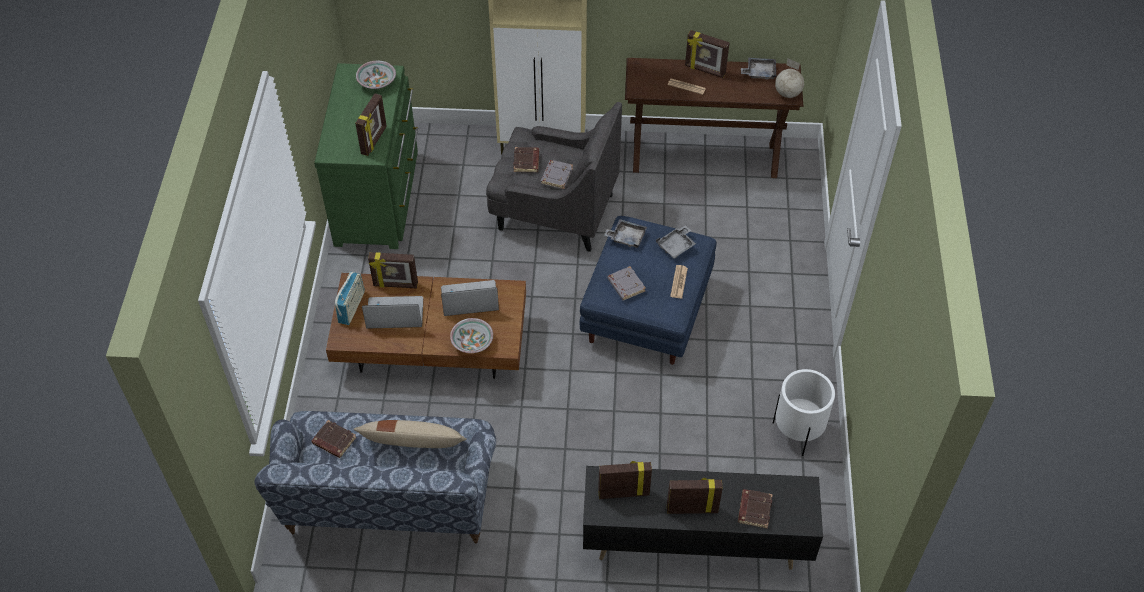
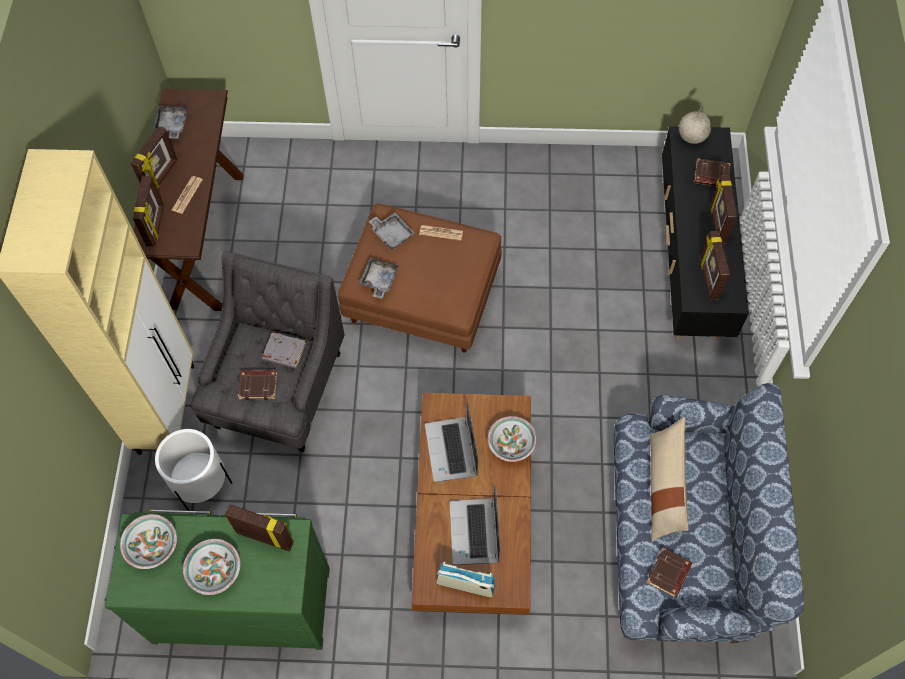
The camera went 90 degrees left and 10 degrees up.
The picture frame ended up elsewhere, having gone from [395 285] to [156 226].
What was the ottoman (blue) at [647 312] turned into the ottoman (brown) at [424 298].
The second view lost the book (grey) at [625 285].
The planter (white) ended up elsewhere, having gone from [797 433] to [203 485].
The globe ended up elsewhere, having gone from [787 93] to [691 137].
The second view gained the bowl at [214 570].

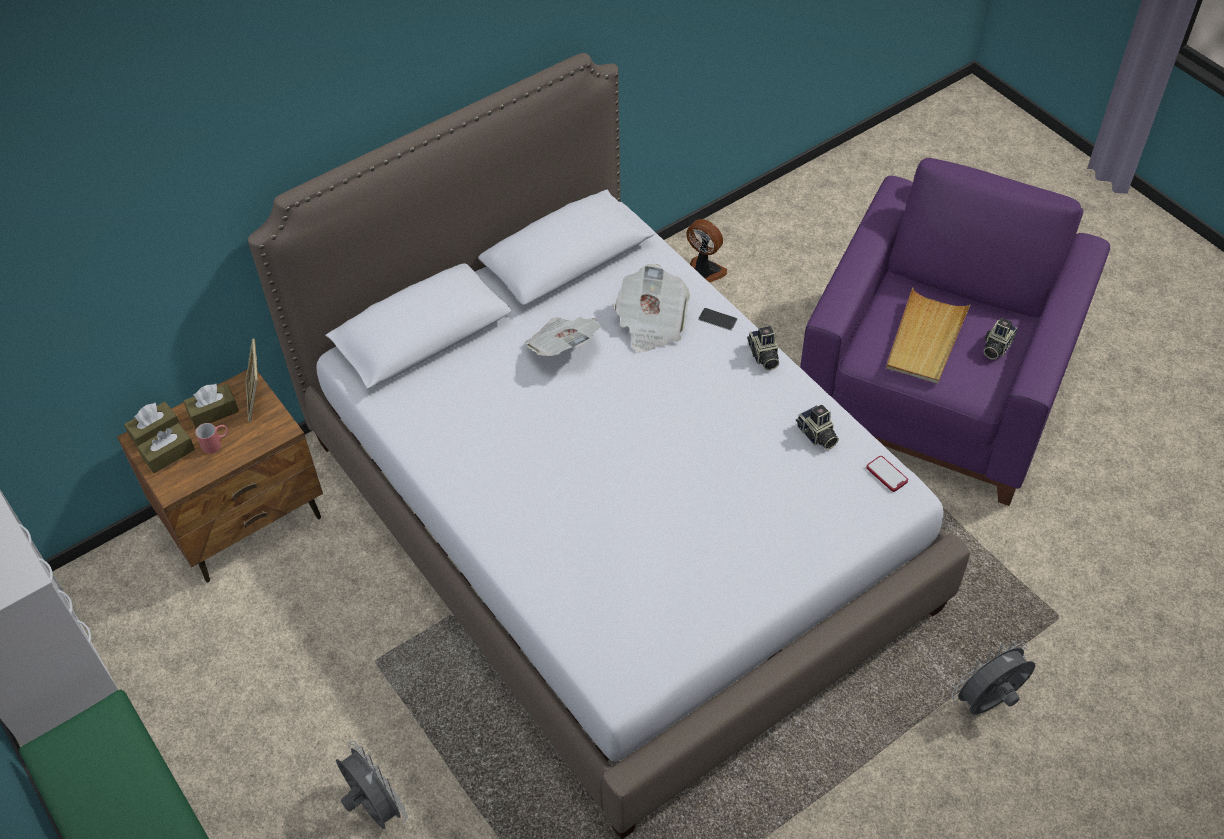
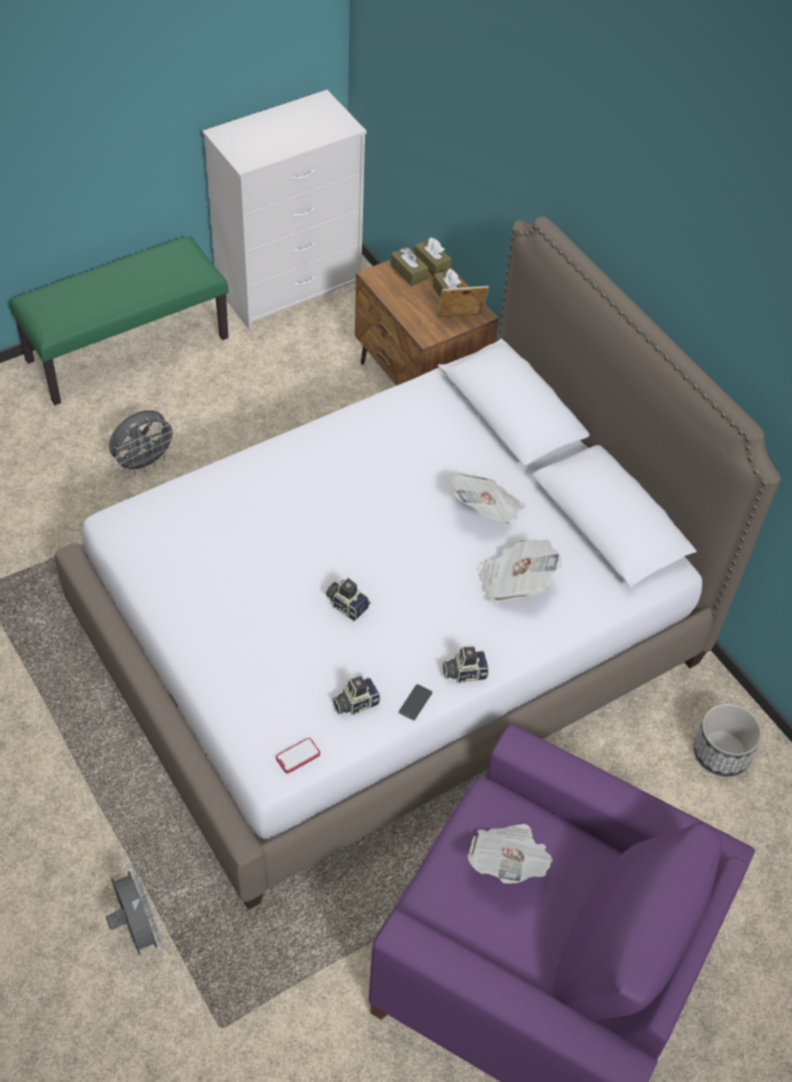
The camera went 90 degrees right and 0 degrees up.
The second view lost the mug (red) at [216 443].
Where the fan stood at [703 272], the planter came to stand at [721 752].
The phone ended up elsewhere, having gone from [717 319] to [415 702].
Where the tray (beige) stood at [925 339], the newspaper came to stand at [508 862].
The photo camera ended up elsewhere, having gone from [996 346] to [347 604].

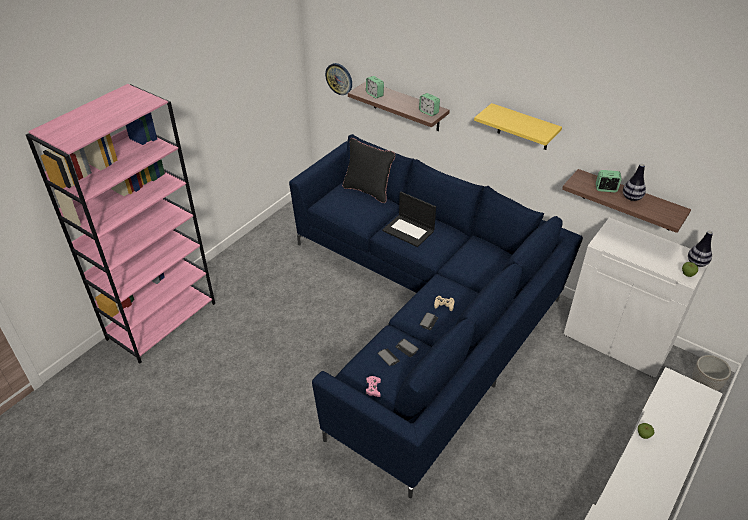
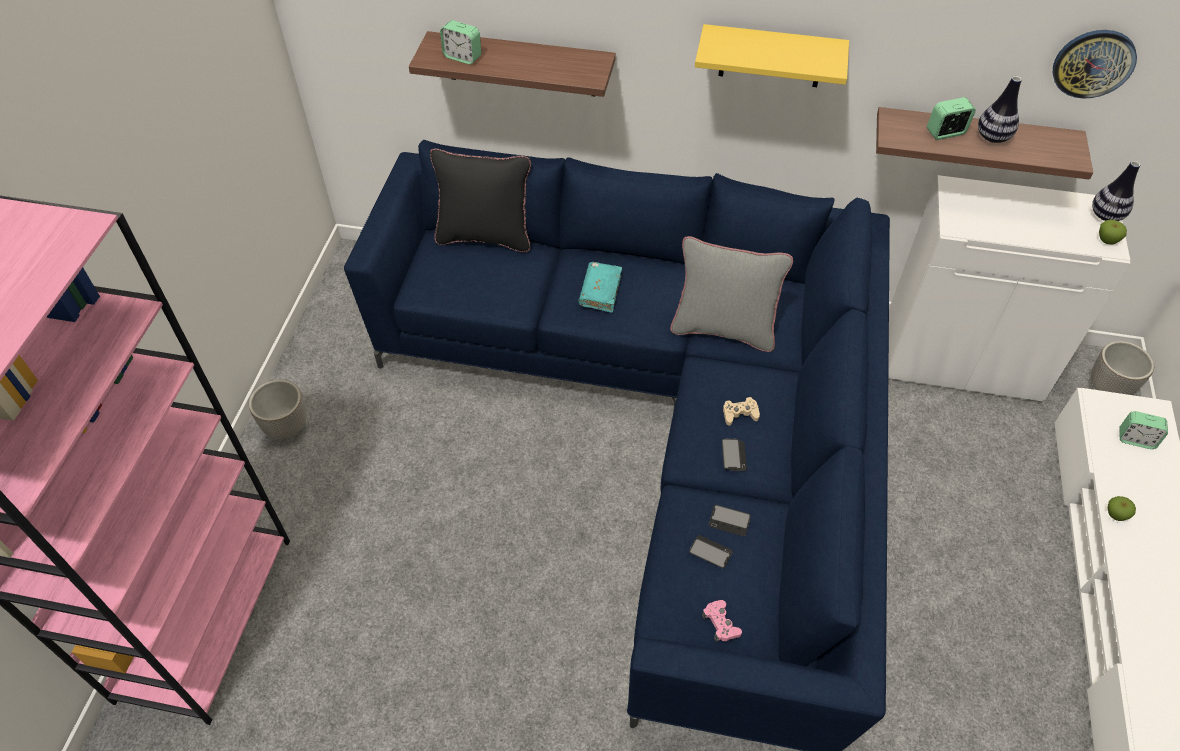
The camera went 25 degrees left and 10 degrees up.
The wall clock ended up elsewhere, having gone from [339 78] to [1093 63].
Where the laptop stood at [409 230], the book (turquoise) came to stand at [600 292].
The alarm clock ended up elsewhere, having gone from [428 112] to [1135 439].
The second view gained the planter at [287 427].
The second view gained the pillow (grey) at [723 329].

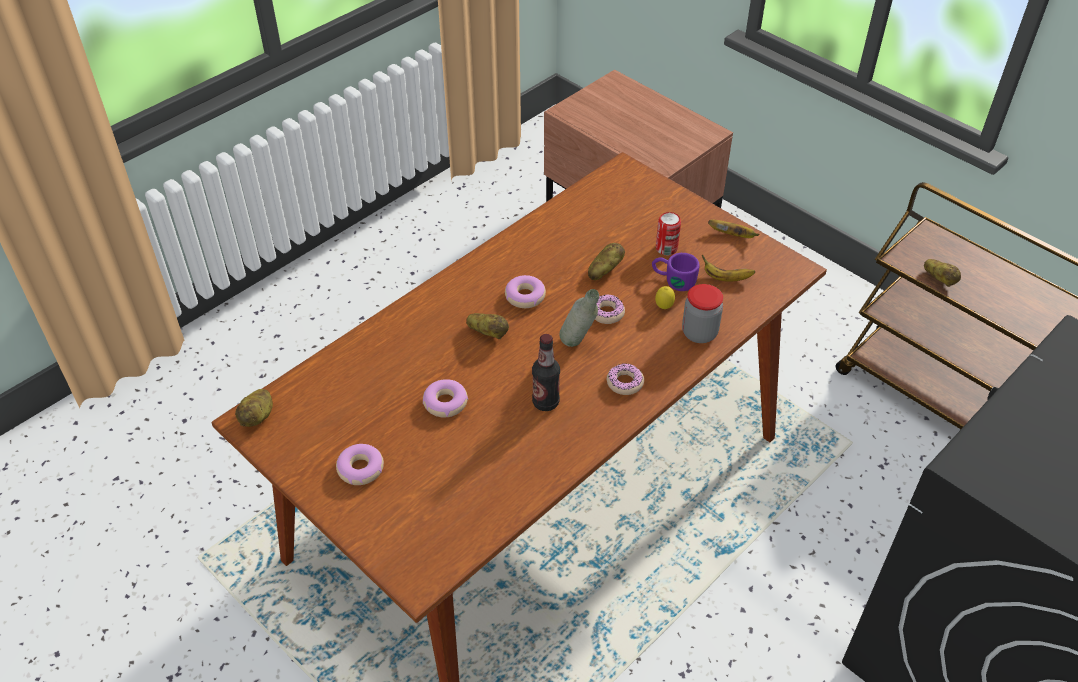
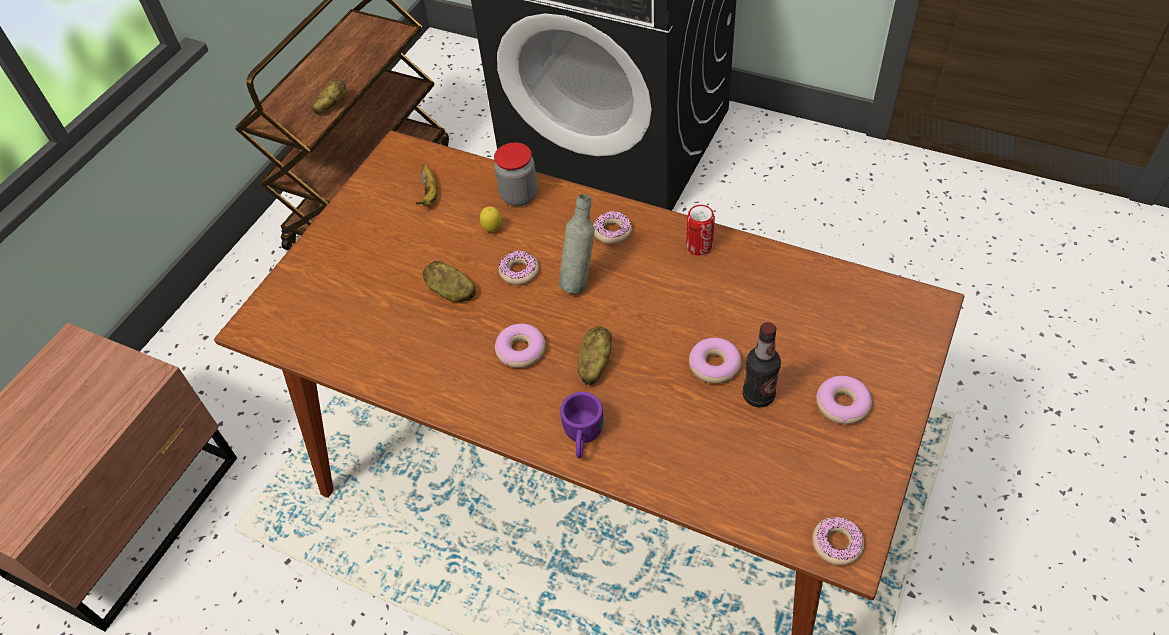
The camera went 105 degrees left and 5 degrees up.
Where the potato stood at [258 416], the donut came to stand at [837 544].
The bottle ended up elsewhere, having gone from [545 402] to [758 395].
The mug (purple) ended up elsewhere, having gone from [673 280] to [582 438].
The can ended up elsewhere, having gone from [666 248] to [699 246].
The second view lost the banana at [732 235].

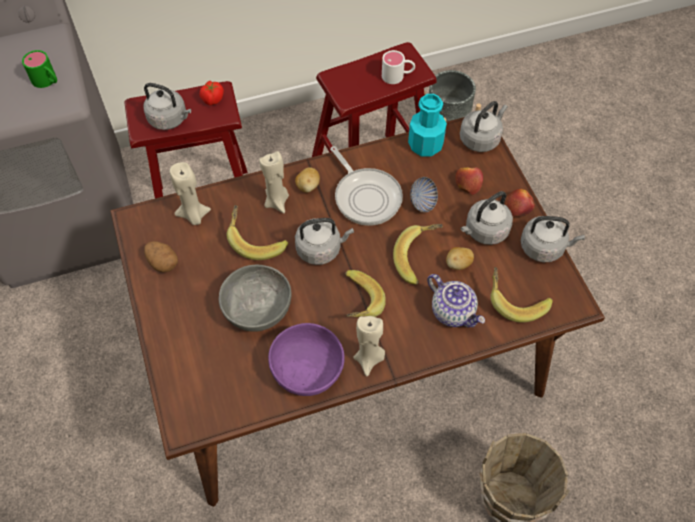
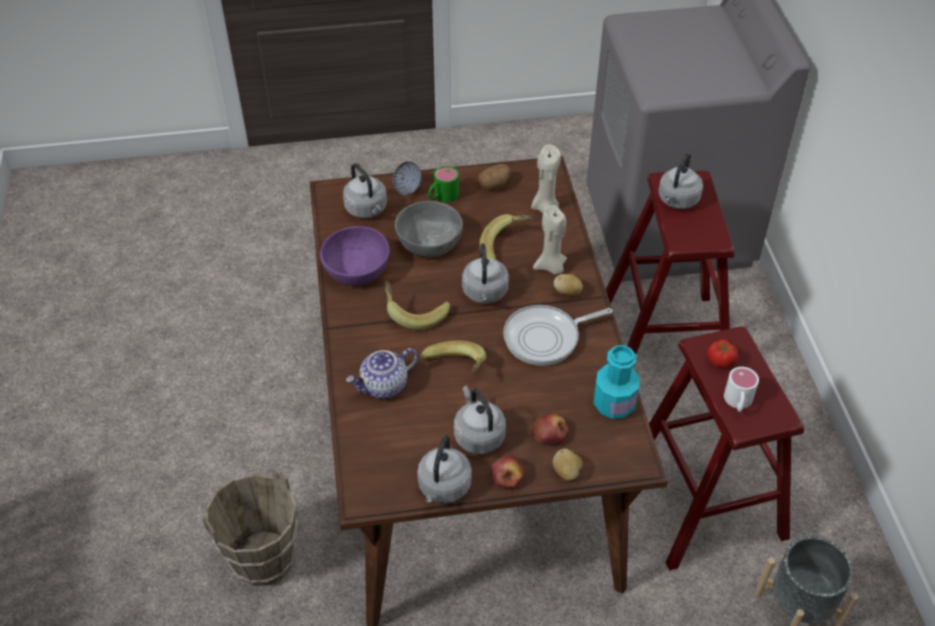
The camera went 100 degrees right and 10 degrees down.
The mug (green) ended up elsewhere, having gone from [47 81] to [442 196].
The tomato ended up elsewhere, having gone from [212 99] to [720 361].
The second view lost the candle (beige) at [369 359].
The bowl ended up elsewhere, having gone from [422 202] to [408 188].
The potato ended up elsewhere, having gone from [458 264] to [566 472].
The kettle (grey) ended up elsewhere, having gone from [481 138] to [367 209].
The second view lost the banana at [515 300].

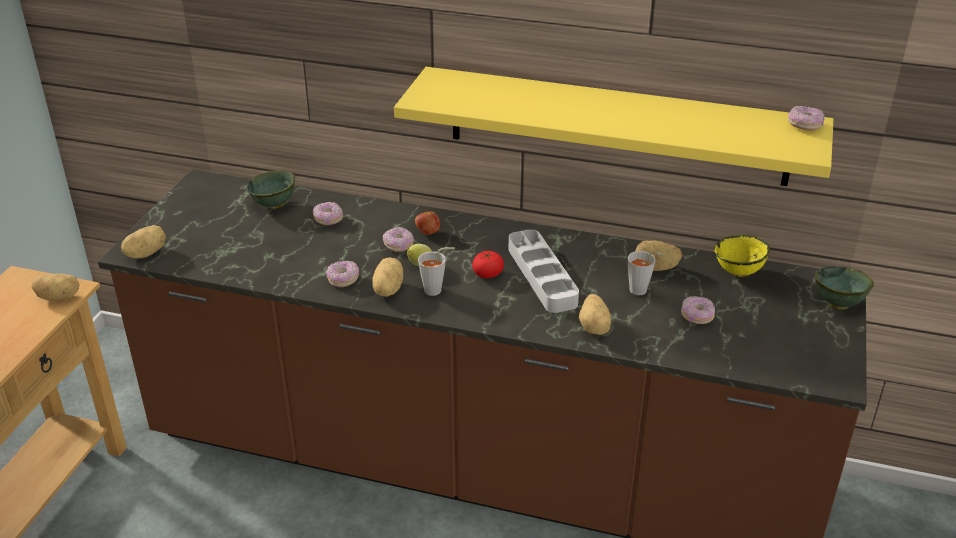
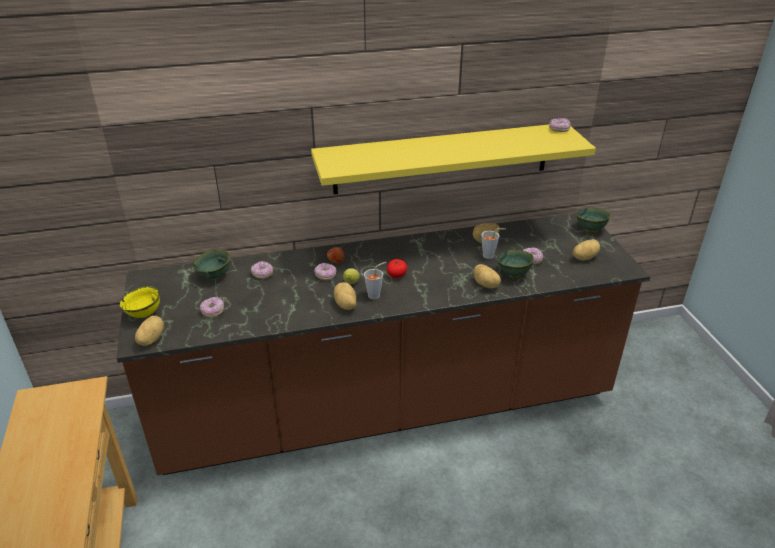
The camera went 30 degrees left and 0 degrees up.
The potato ended up elsewhere, having gone from [59 297] to [584 257].
The donut ended up elsewhere, having gone from [343 280] to [212 311].
The second view lost the tray (grey) at [542 275].
The bowl (yellow) ended up elsewhere, having gone from [738 273] to [145 315].
The second view gained the bowl (green) at [513 275].

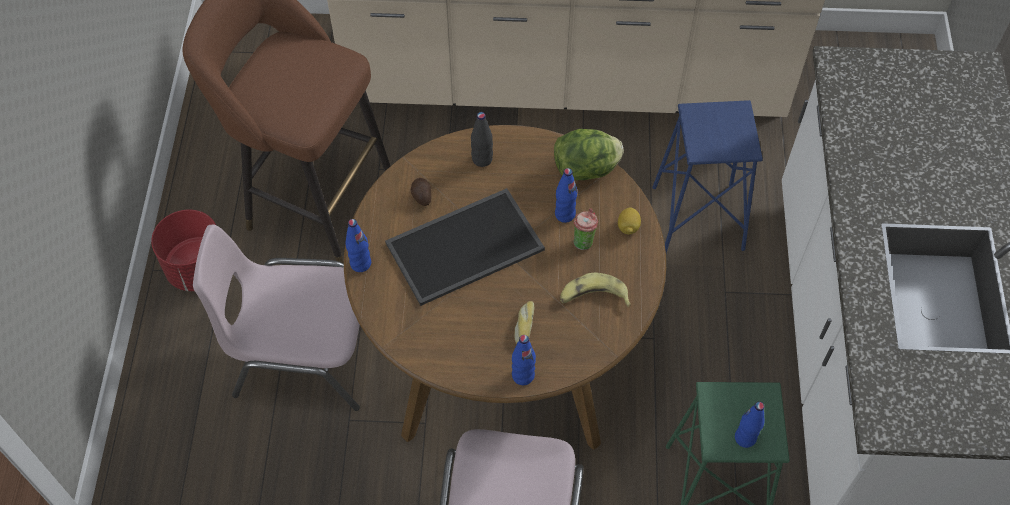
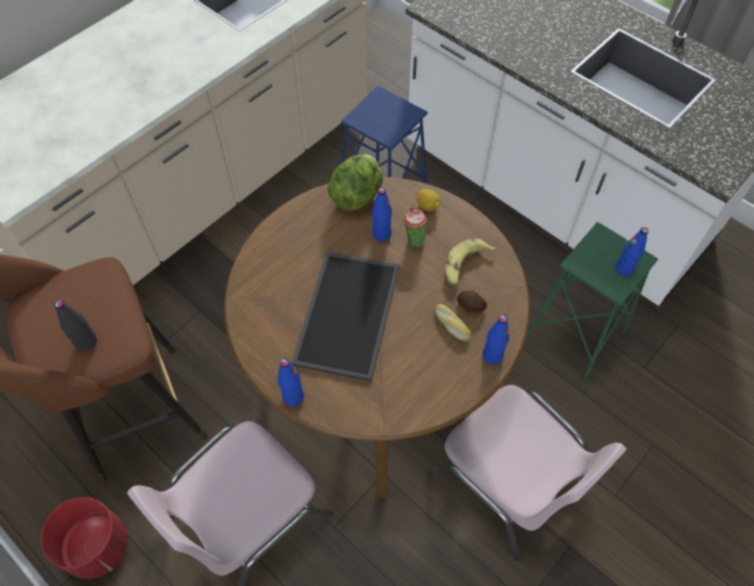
The camera went 50 degrees left and 0 degrees up.
The potato ended up elsewhere, having gone from [421 196] to [470 306].
The bottle (black) ended up elsewhere, having gone from [482 159] to [86 342].

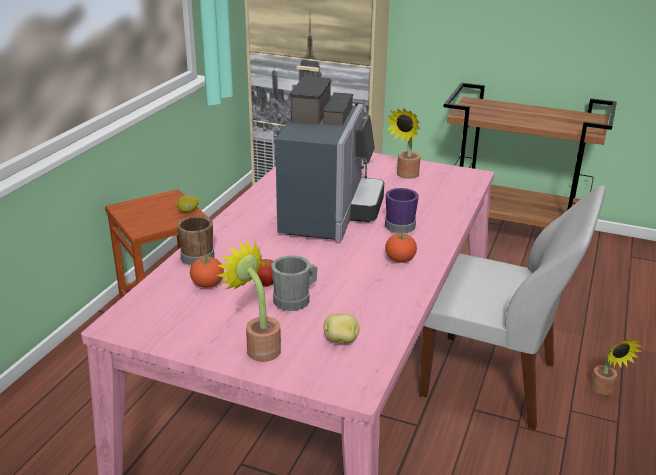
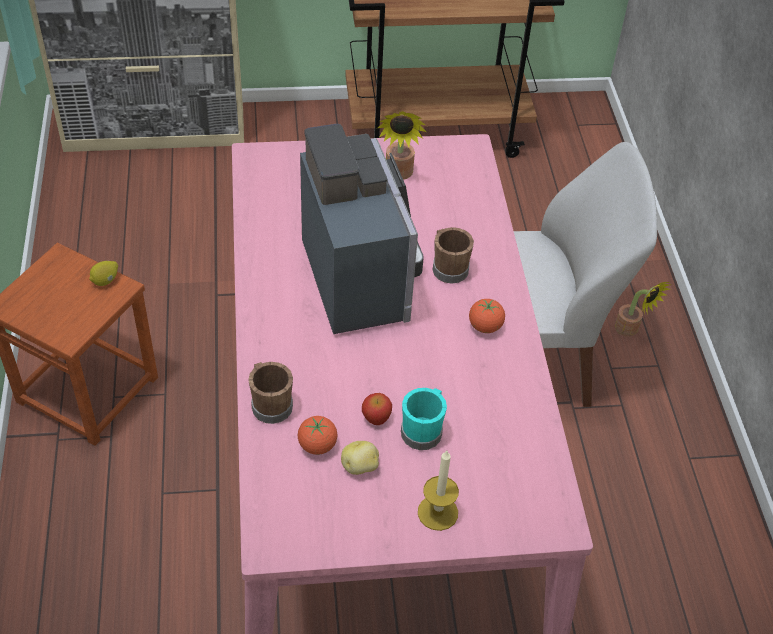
The camera went 30 degrees left and 20 degrees up.
Where the potted plant stood at [259 348], the candle came to stand at [437 512].
What was the mug (grey) at [295 299] turned into the mug (turquoise) at [423 430].
The potato ended up elsewhere, having gone from [341 340] to [360 467].
What was the mug (purple) at [399 225] turned into the mug (brown) at [448 267].

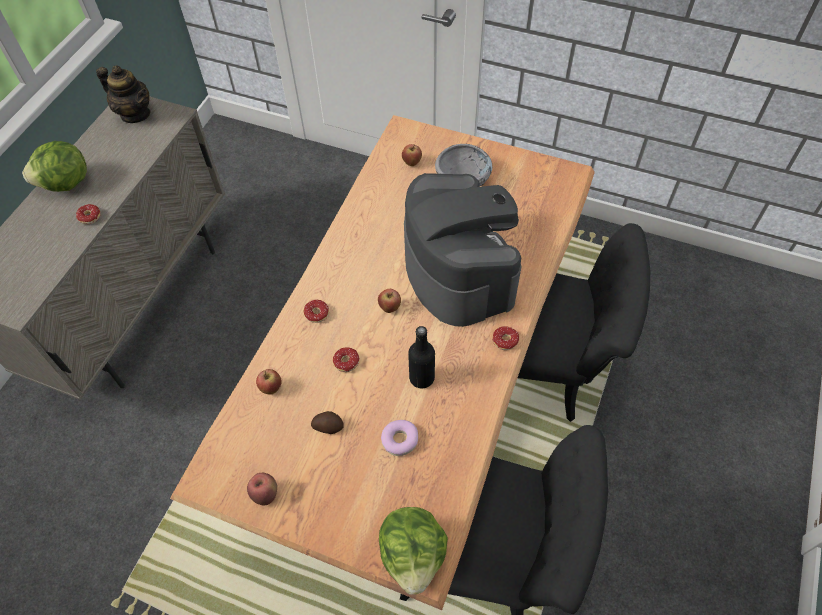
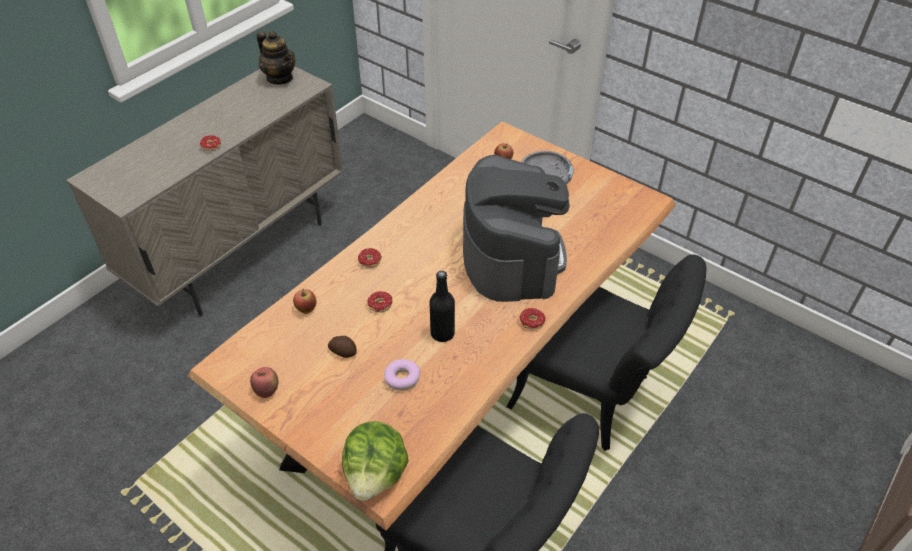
The camera went 15 degrees right and 10 degrees down.
The second view lost the lettuce at [66 184].
The second view lost the apple at [390 308].

